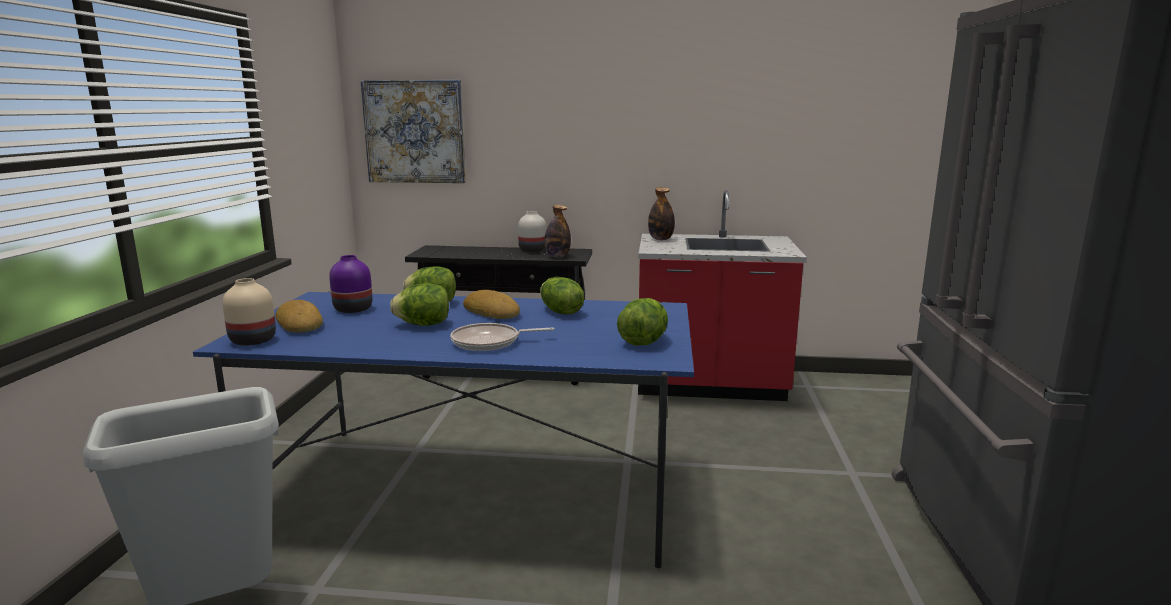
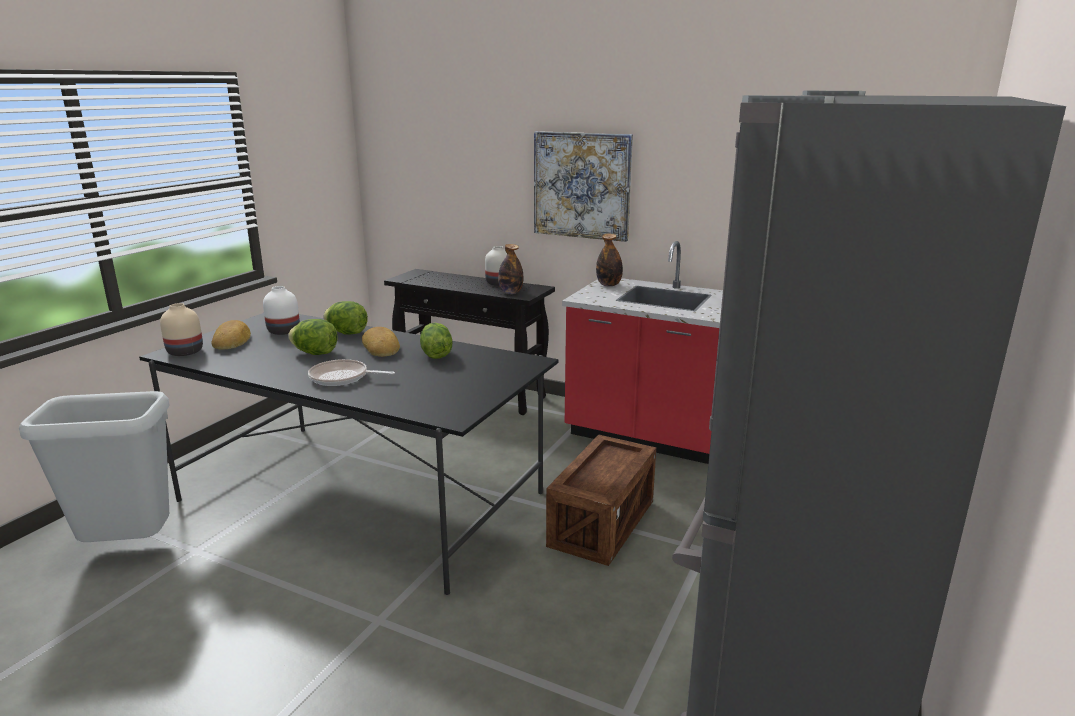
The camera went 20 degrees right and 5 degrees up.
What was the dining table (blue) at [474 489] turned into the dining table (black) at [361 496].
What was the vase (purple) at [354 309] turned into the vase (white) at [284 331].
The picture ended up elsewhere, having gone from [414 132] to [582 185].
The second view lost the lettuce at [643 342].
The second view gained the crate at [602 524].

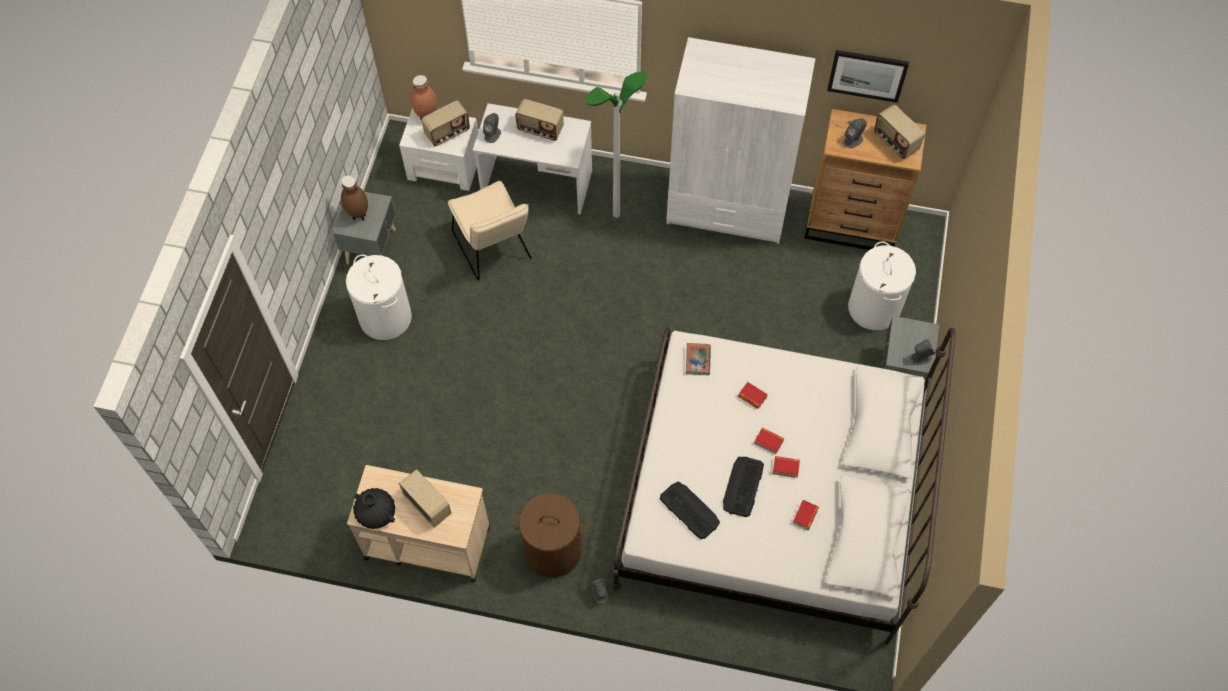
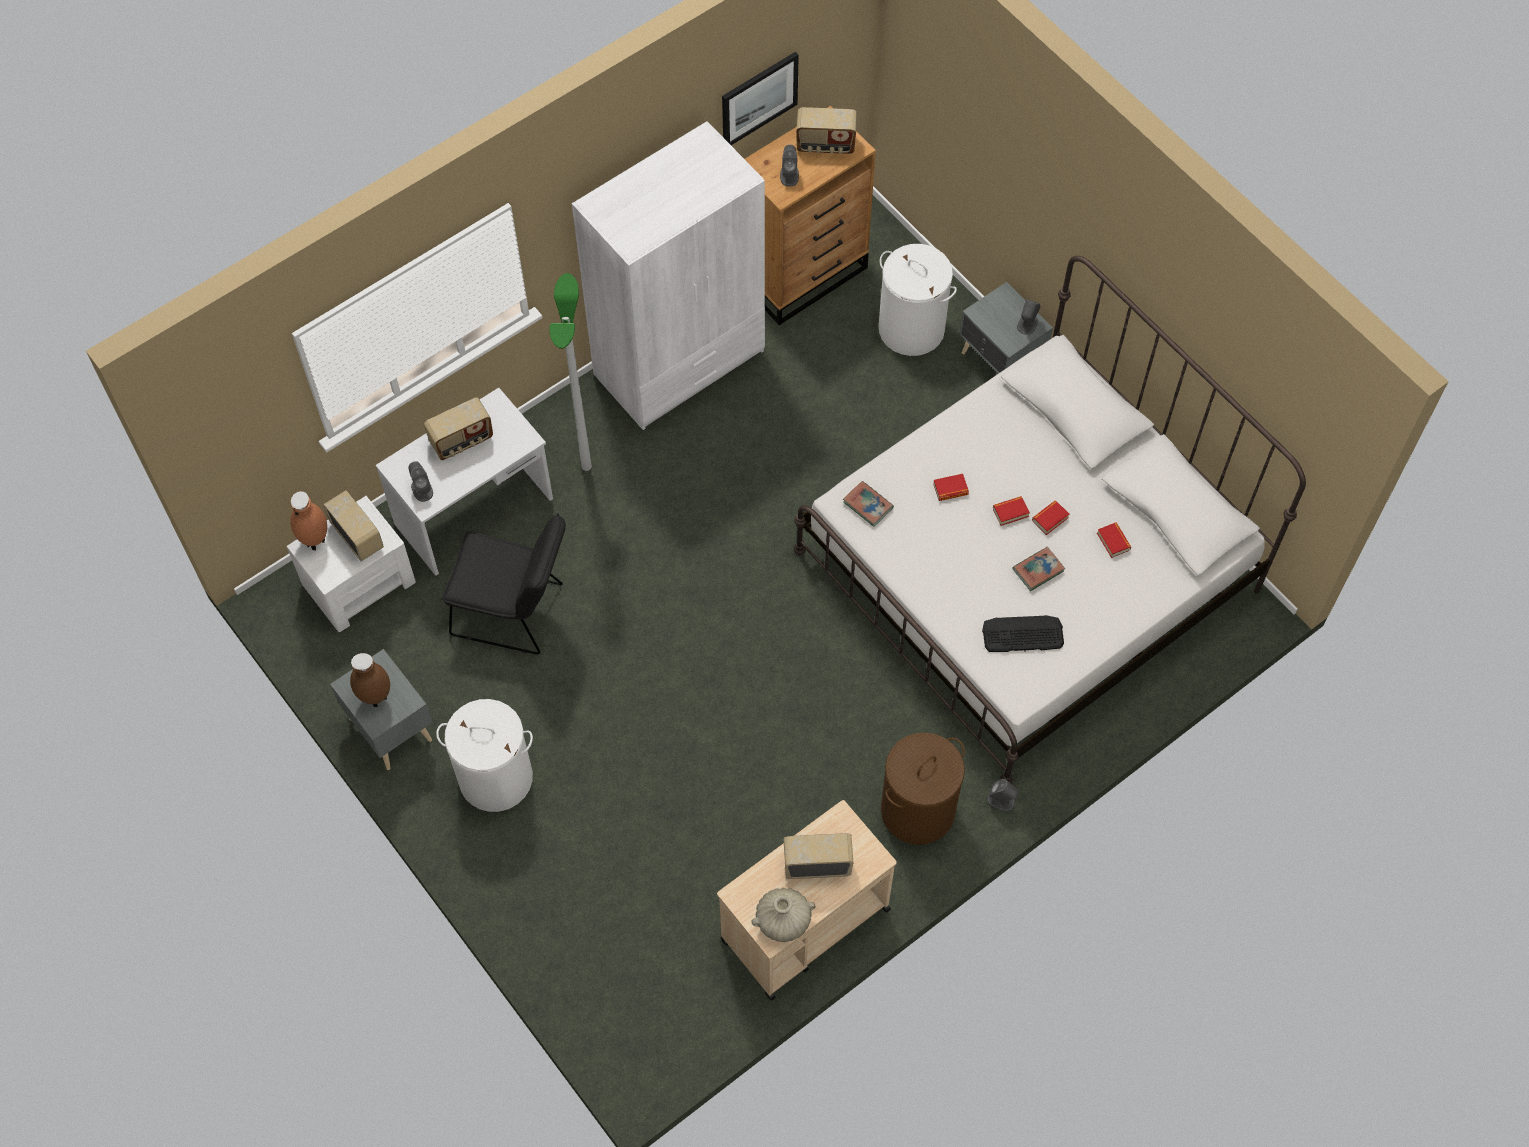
The camera went 50 degrees left and 0 degrees up.
What was the vase (black) at [376 513] turned into the vase (beige) at [783 921].
The radio at [448 133] ended up facing another way, 45 degrees counterclockwise from before.
What was the chair (beige) at [494 250] turned into the chair (black) at [515 611].
Where the keyboard stood at [743 487], the book came to stand at [1038 570].

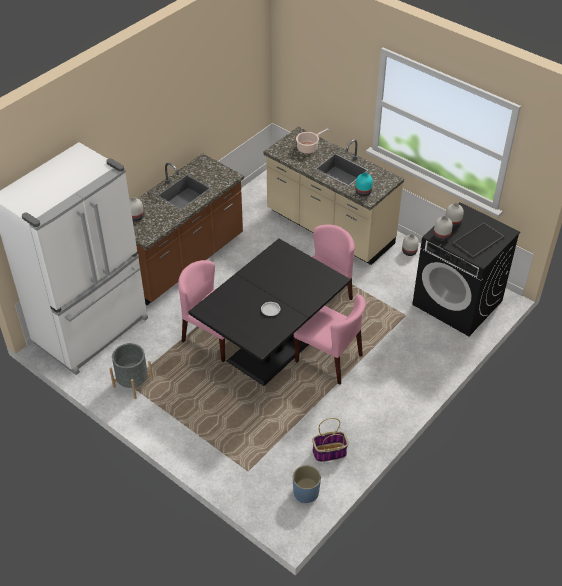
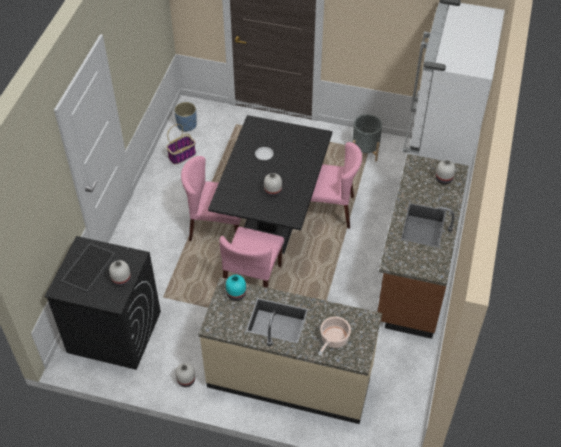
The camera went 155 degrees right and 5 degrees up.
The vase (white) ended up elsewhere, having gone from [441 236] to [273 191].

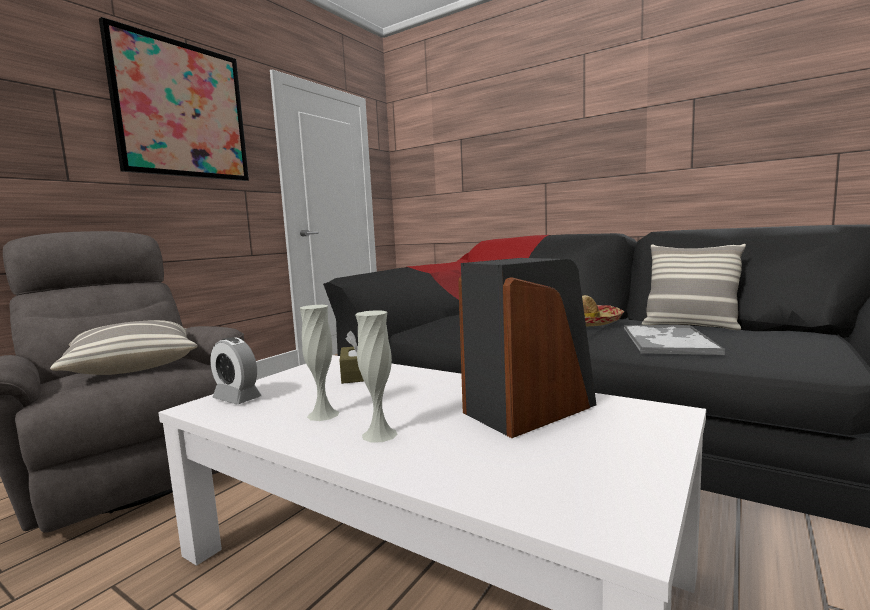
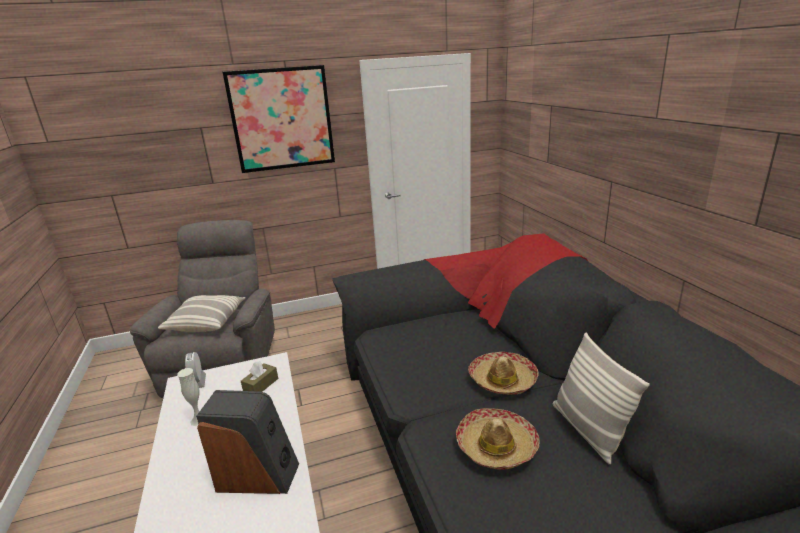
The camera went 40 degrees right and 15 degrees up.
The second view lost the vase (white) at [379 434].
Where the tray stood at [667 340], the hat came to stand at [496 446].

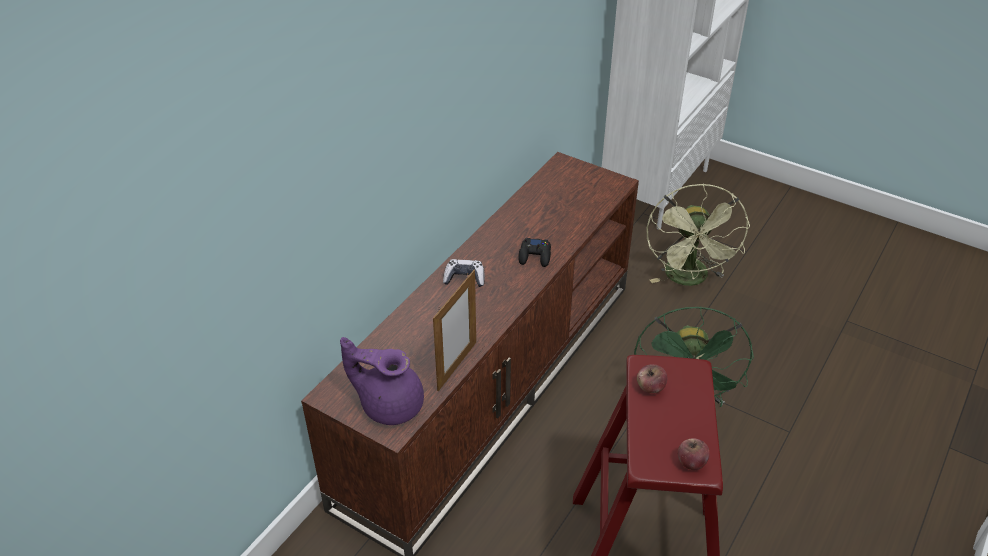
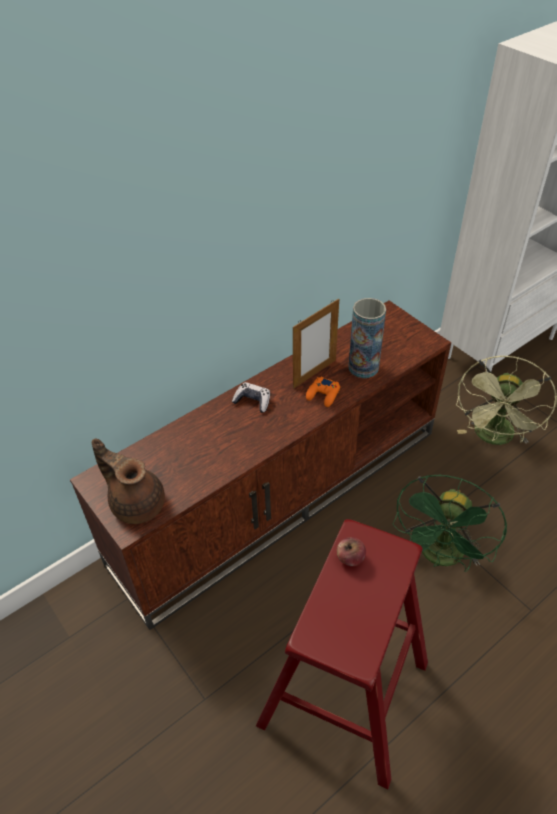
The camera went 20 degrees right and 5 degrees up.
What was the teapot (purple) at [389 404] turned into the teapot (brown) at [136 502].
The picture frame ended up elsewhere, having gone from [457 366] to [314 373].
What was the game controller (black) at [535 256] turned into the game controller (orange) at [323 395].
The second view lost the apple at [691 462].
The second view gained the vase at [363 367].

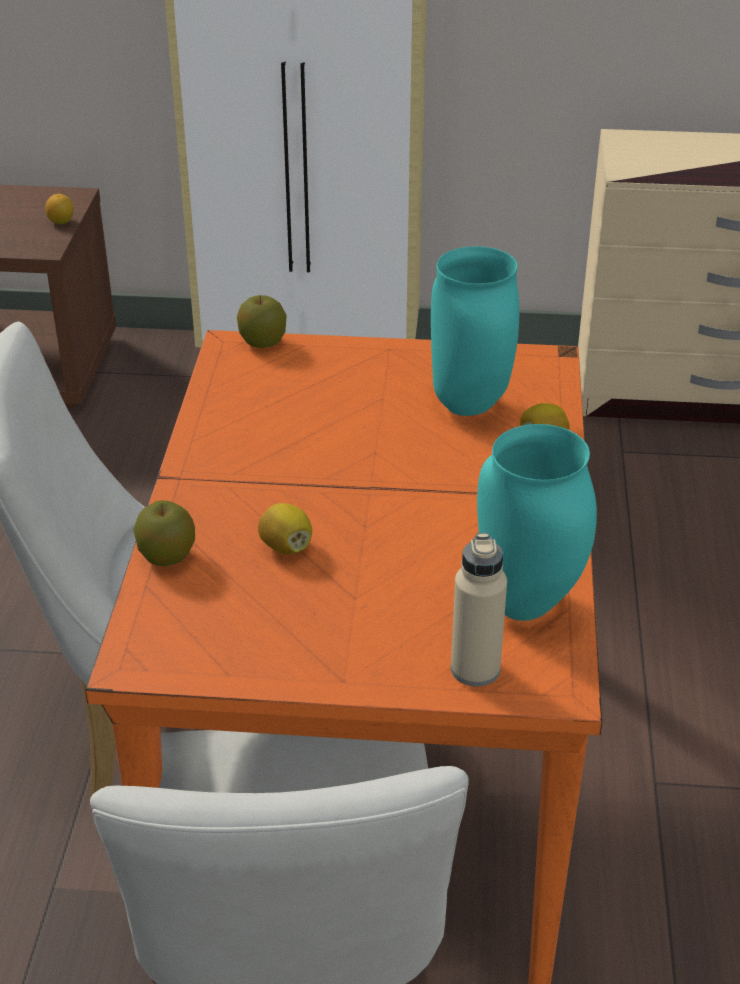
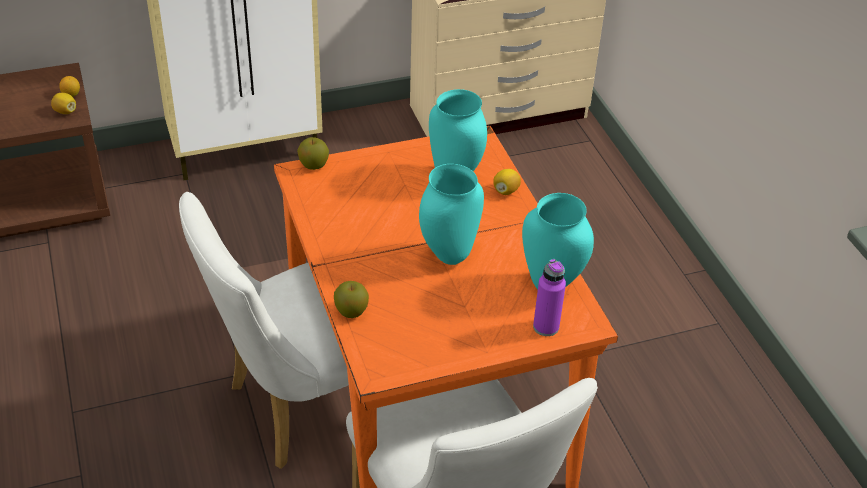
The camera went 25 degrees left and 5 degrees up.
The lemon ended up elsewhere, having gone from [286 547] to [65 111].
What was the bottle (beige) at [475 669] turned into the bottle (purple) at [546 327].
The second view gained the vase (turquoise) at [449 257].

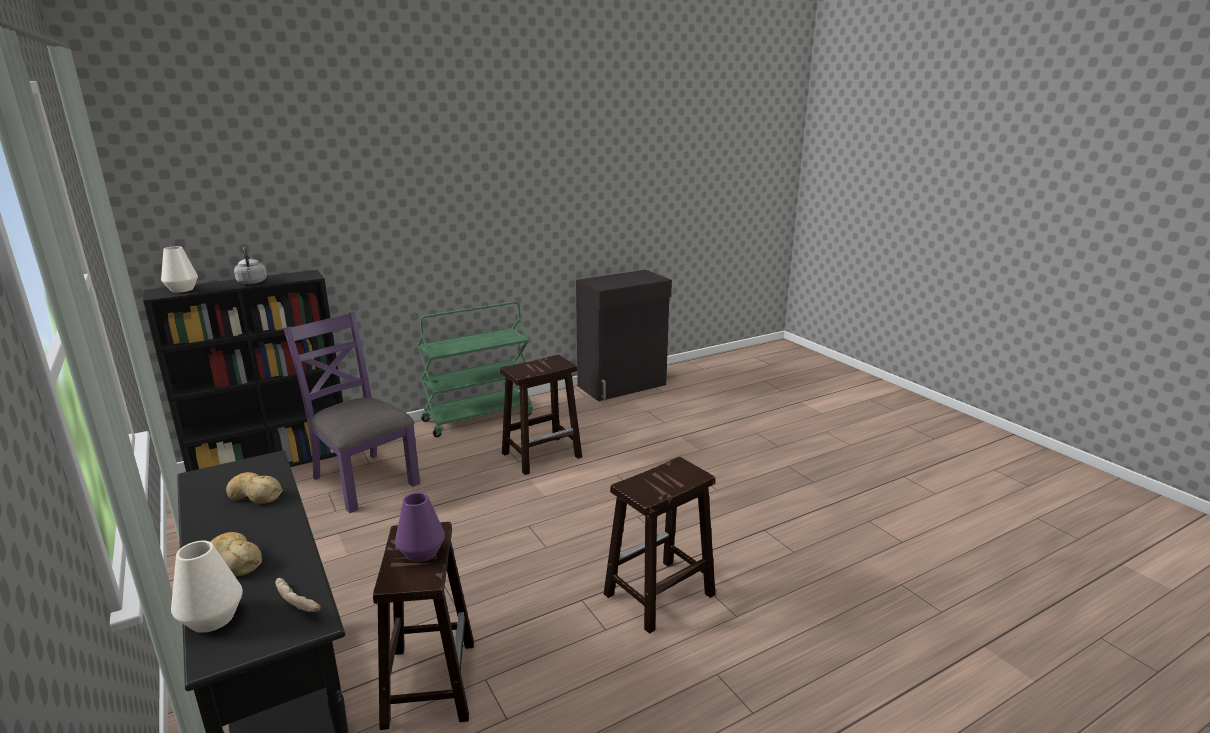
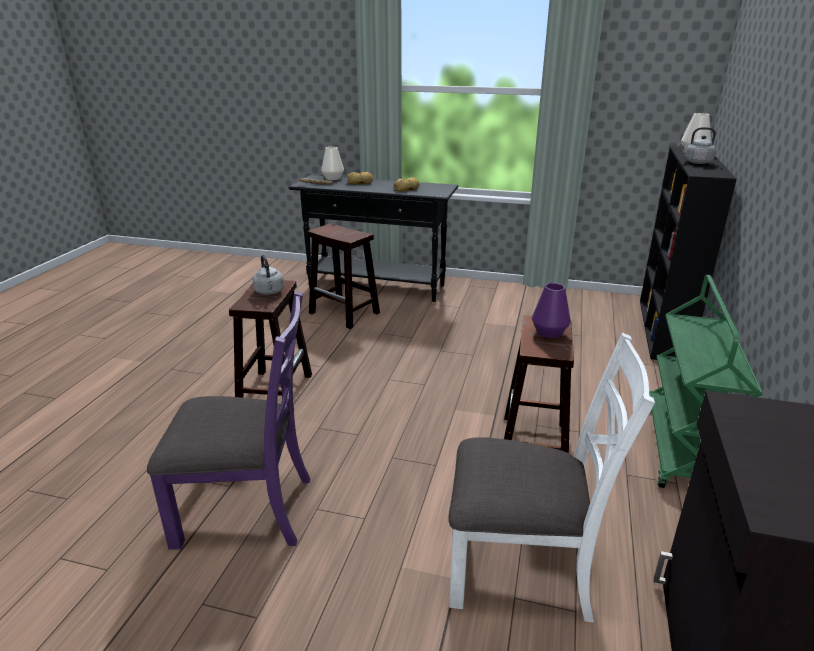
The camera went 135 degrees right and 5 degrees up.
The chair (purple) ended up elsewhere, having gone from [364 480] to [247 509].
The vase (purple) ended up elsewhere, having gone from [421 553] to [549 332].
The second view gained the kettle (grey) at [269 292].
The second view gained the chair (white) at [522 568].

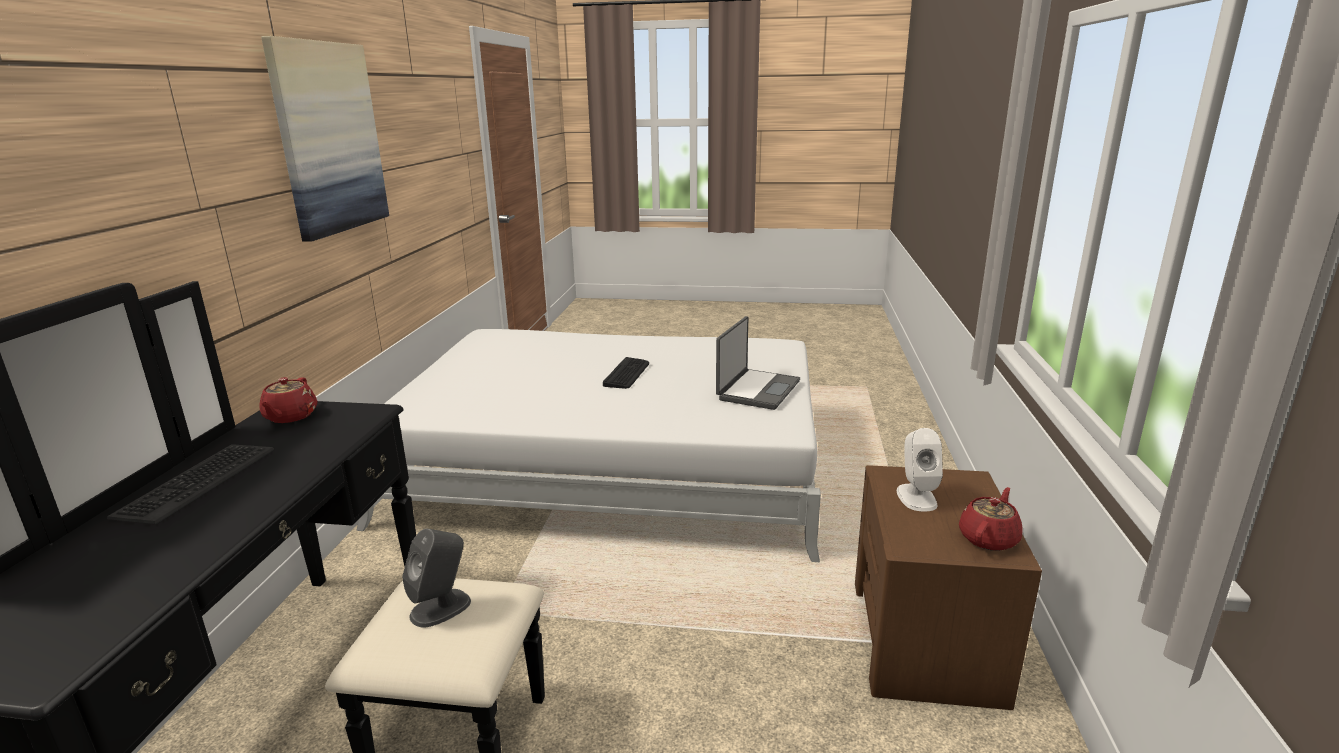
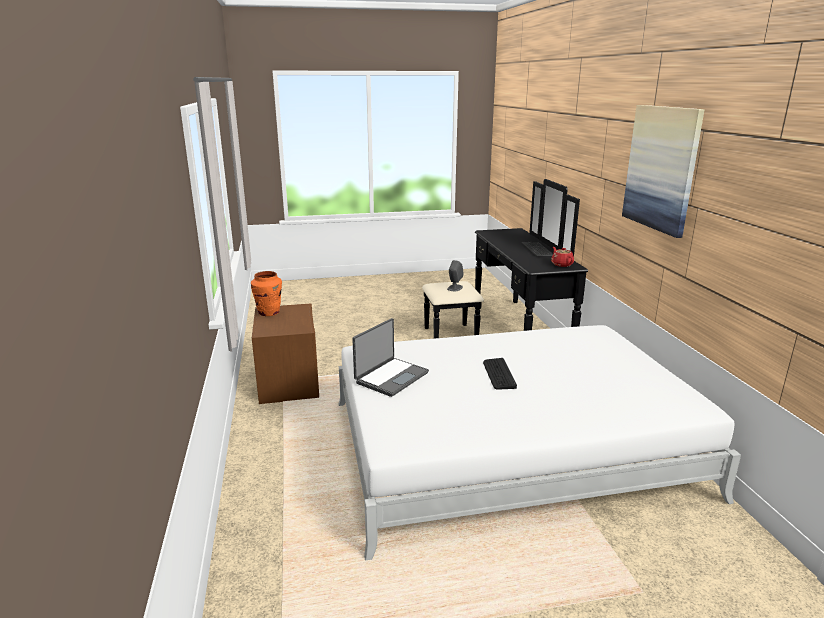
The camera went 160 degrees right and 0 degrees up.
The laptop at [757 390] ended up facing another way, 150 degrees counterclockwise from before.
The second view lost the speaker (white) at [916 497].
Where the teapot (red) stood at [989 538], the vase (orange) came to stand at [269 312].

